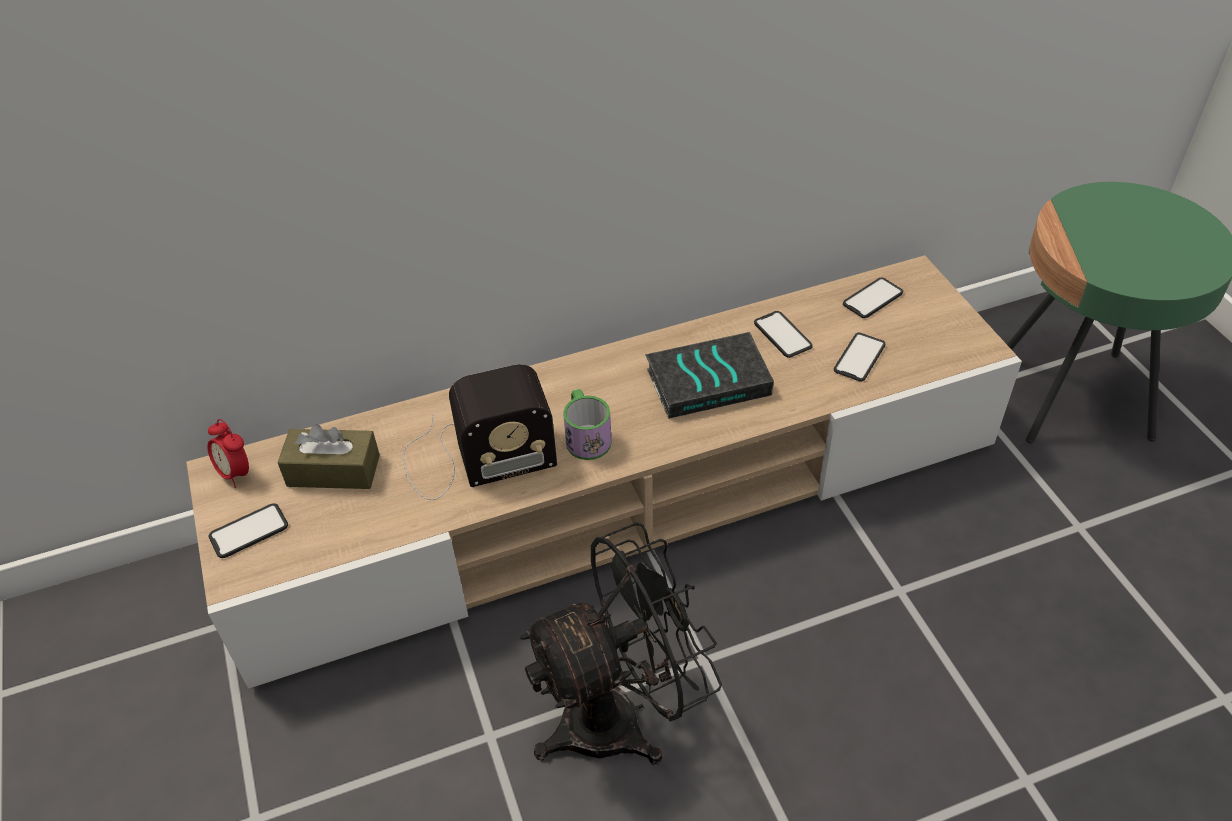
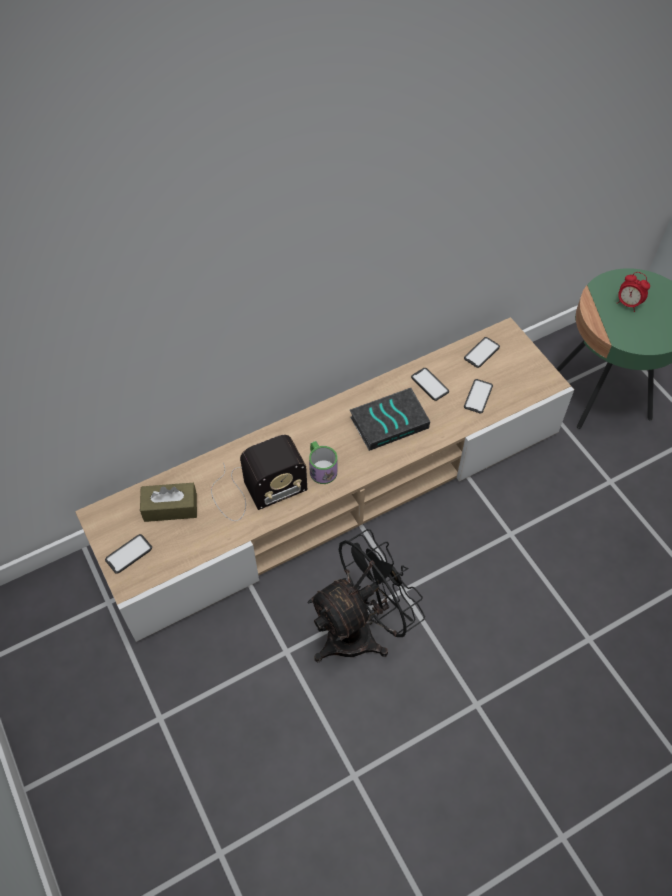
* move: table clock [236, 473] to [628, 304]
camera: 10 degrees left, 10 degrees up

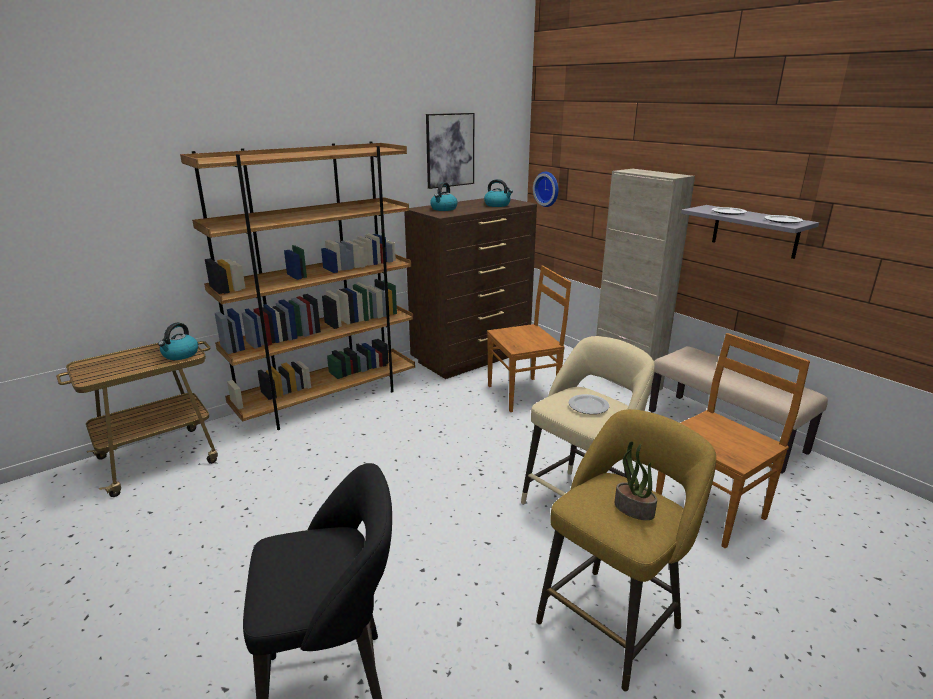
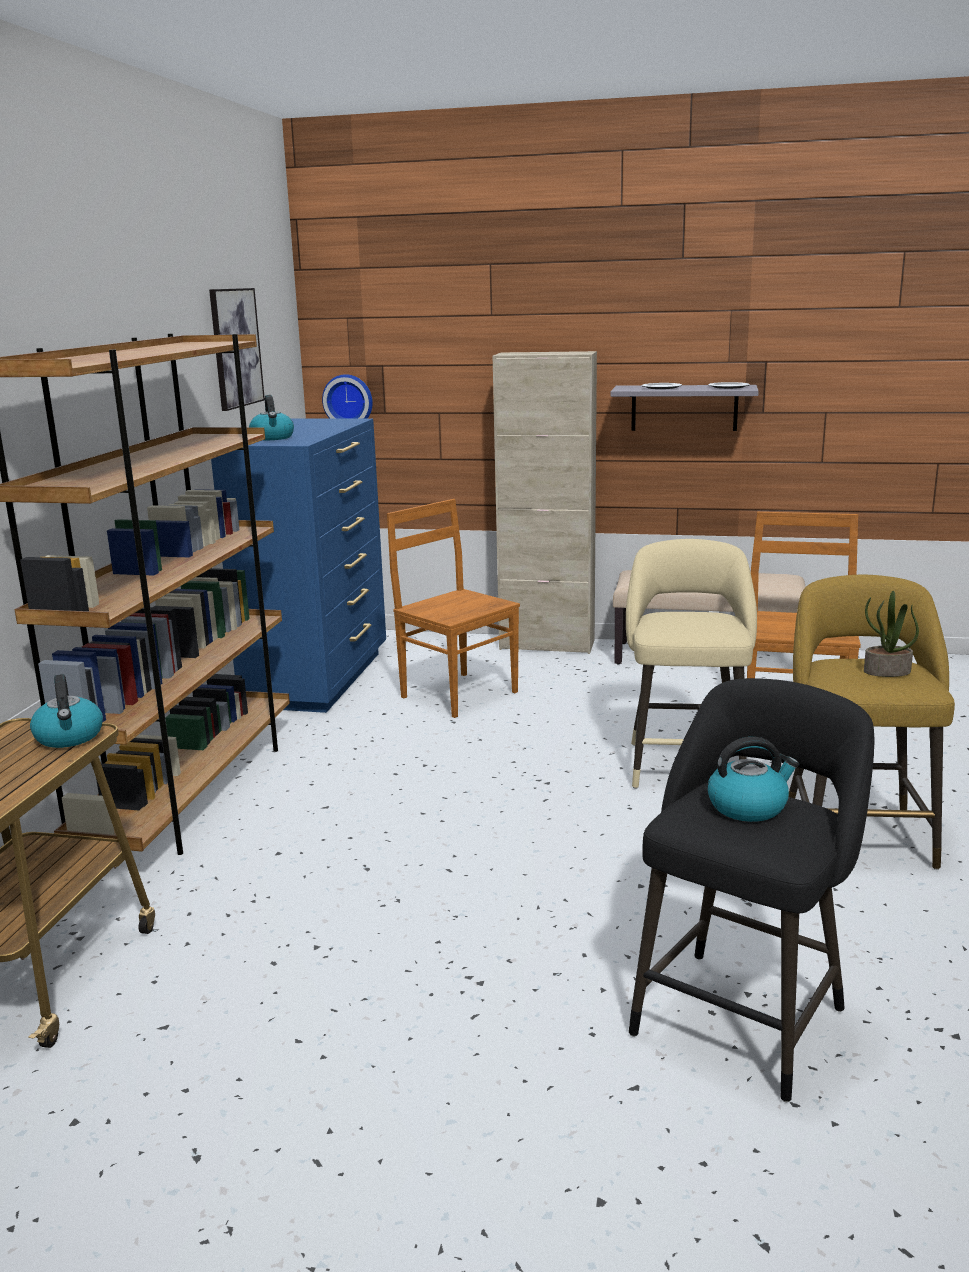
* move: kettle [497, 205] to [748, 806]
* recolor: chest of drawers in brown [472, 357] to chest of drawers in blue-coloured [320, 679]
* rotate: upright chair in brown [524, 394] = [457, 694] 75 degrees counterclockwise
* delete: flat dish [589, 406]
camera: 40 degrees left, 5 degrees down

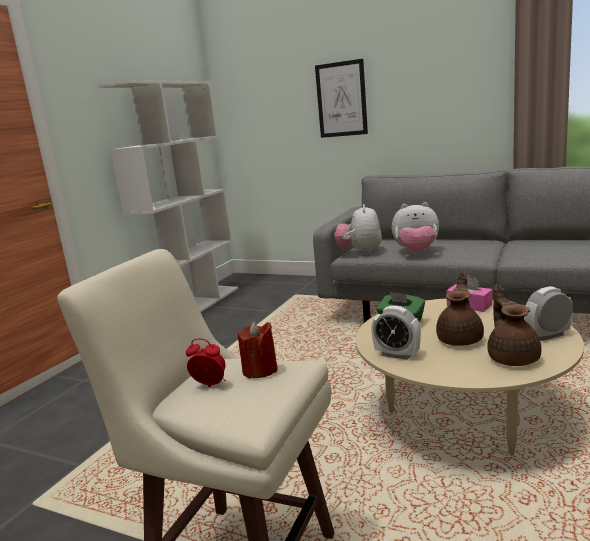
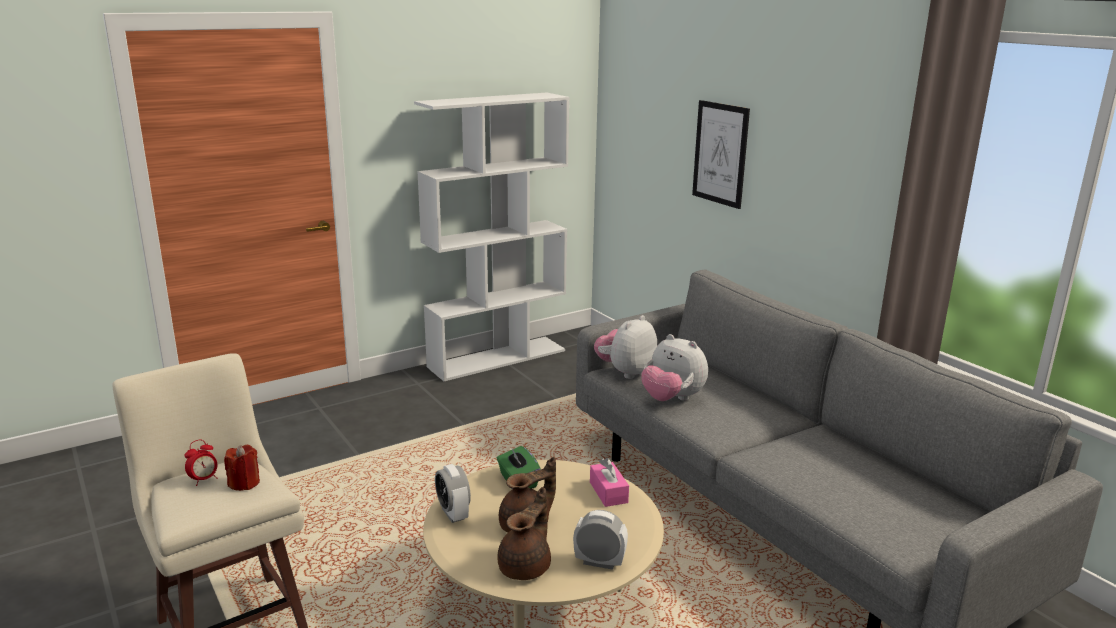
* rotate: table clock [210, 385] = [204, 480] 90 degrees clockwise
camera: 30 degrees right, 5 degrees up

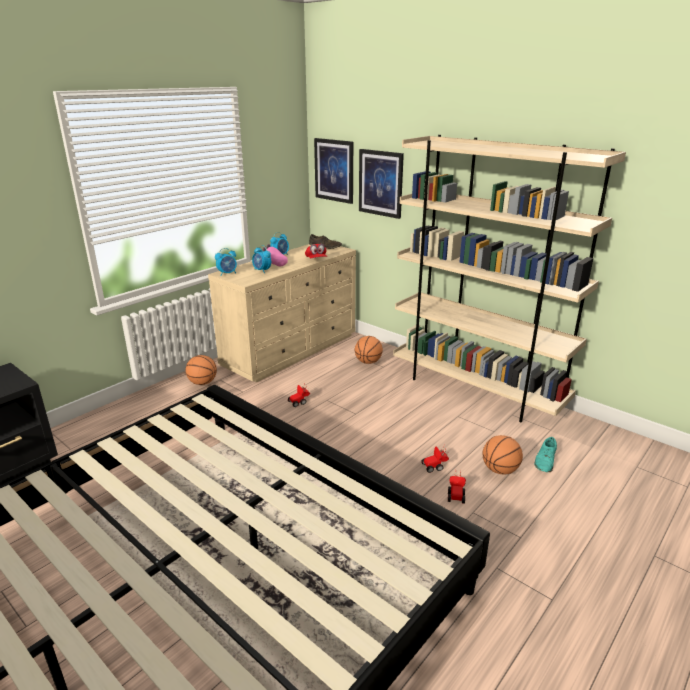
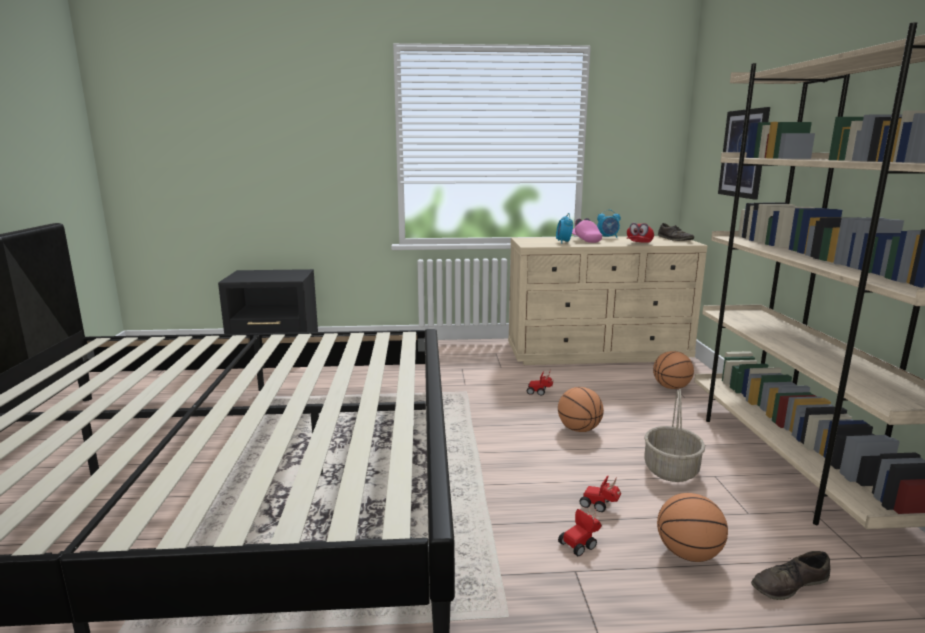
* delete: wall picture [334, 170]
* delete: table clock [227, 273]
* move: basketball ball [202, 383] to [579, 429]
* recolor: item of footwear in turquoise [545, 460] to item of footwear in brown [789, 584]
* insert: household basket [671, 470]
camera: 45 degrees right, 10 degrees down

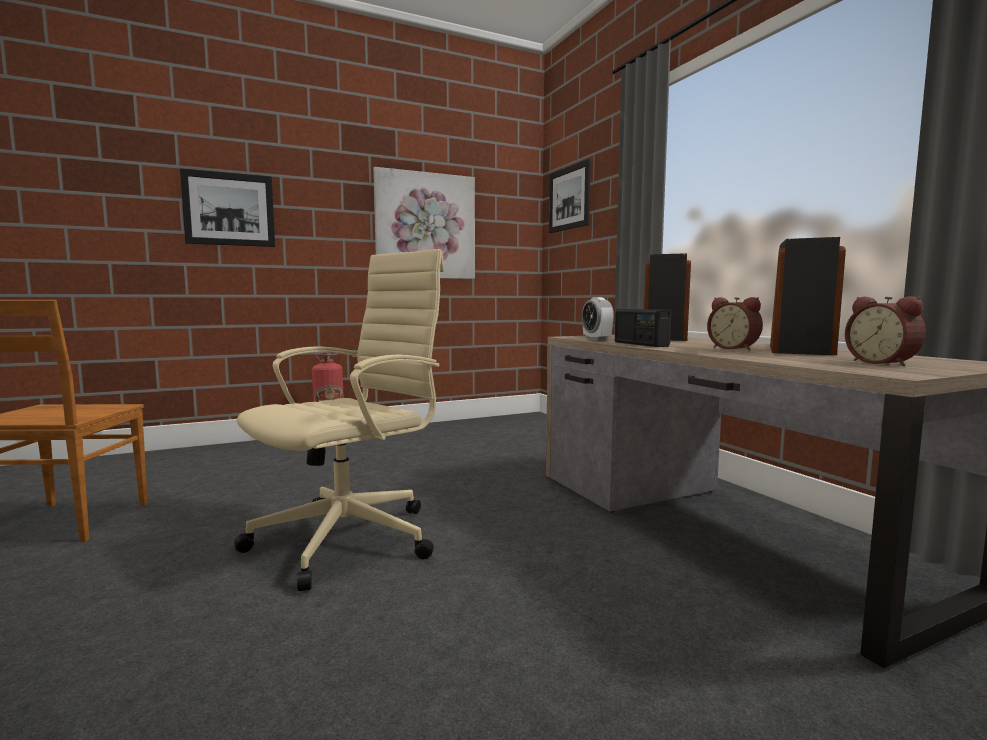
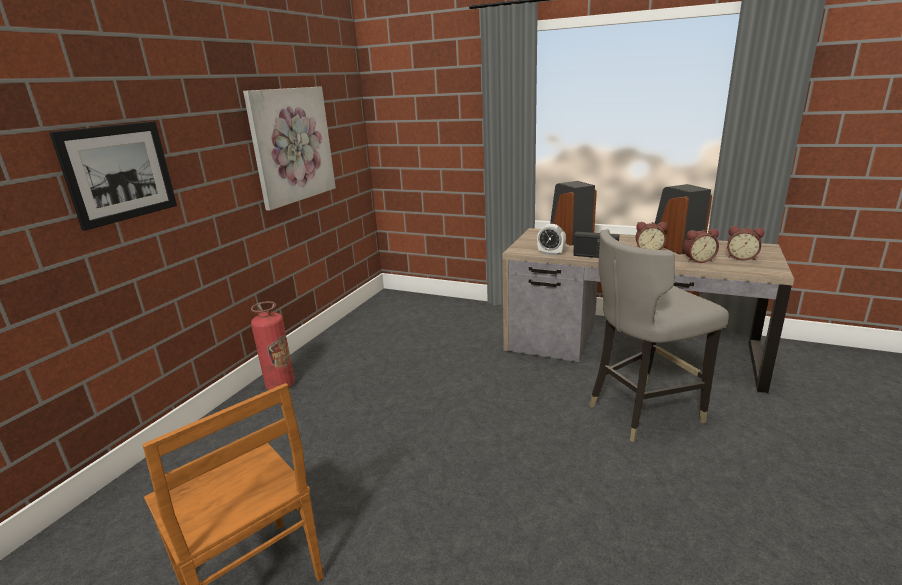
* delete: wall picture [569, 198]
* delete: computer chair in beige [351, 538]
* insert: stool in gray [641, 411]
* insert: table clock [698, 260]
camera: 40 degrees left, 15 degrees up

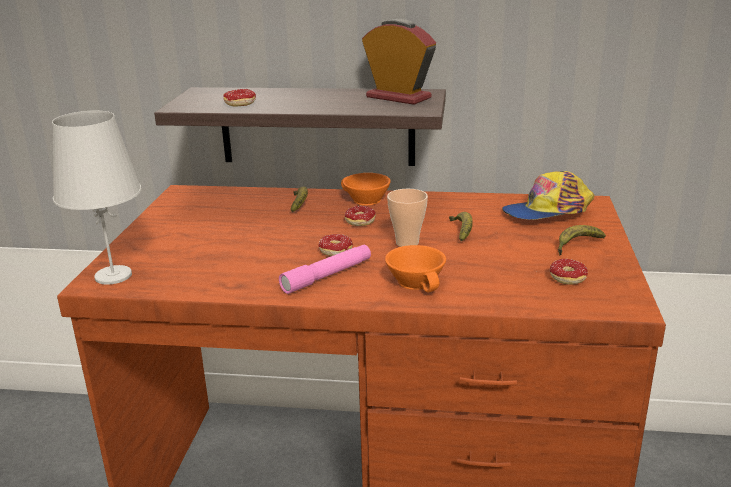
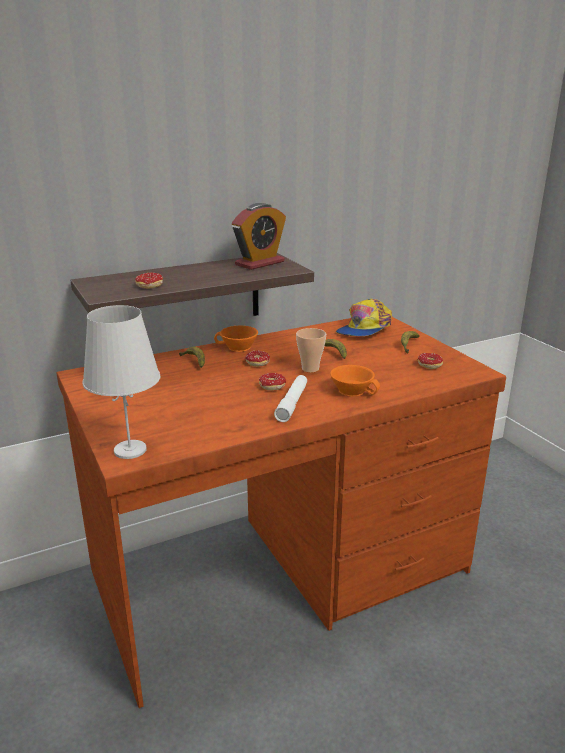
* rotate: table clock [398, 97] = [260, 263] 135 degrees clockwise
* recolor: flashlight in pink-coloured [327, 276] to flashlight in white [292, 403]
camera: 35 degrees left, 0 degrees up

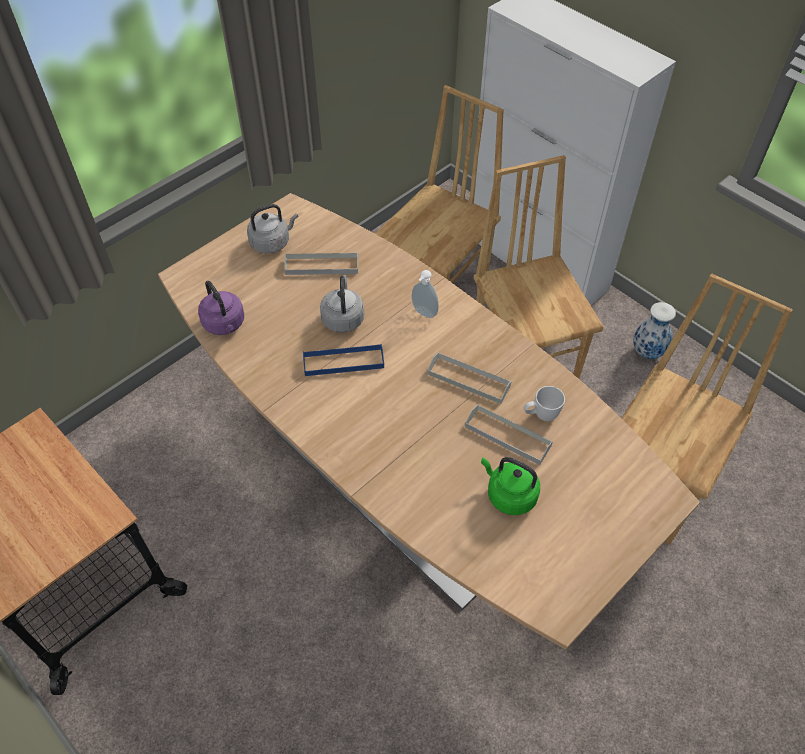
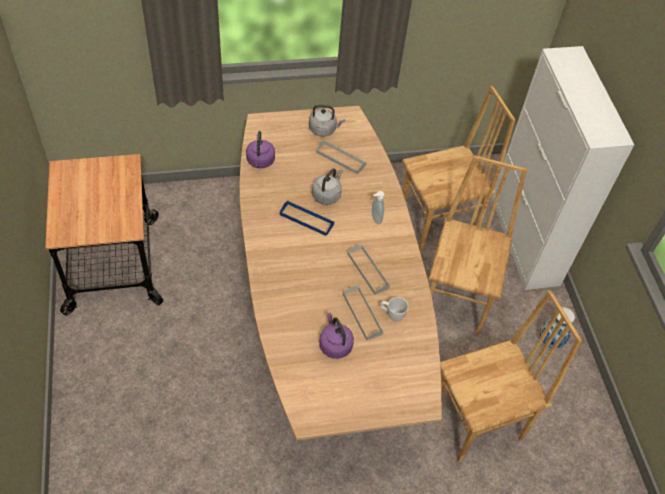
* recolor: kettle in green [509, 495] to kettle in purple [334, 344]
camera: 30 degrees right, 0 degrees up

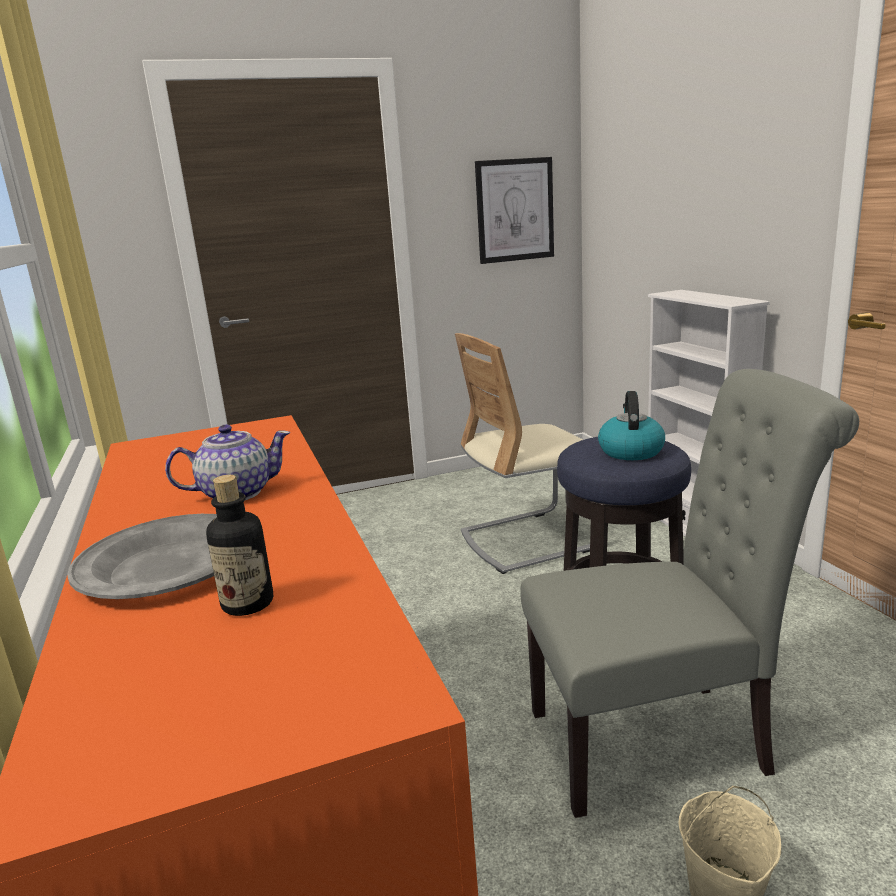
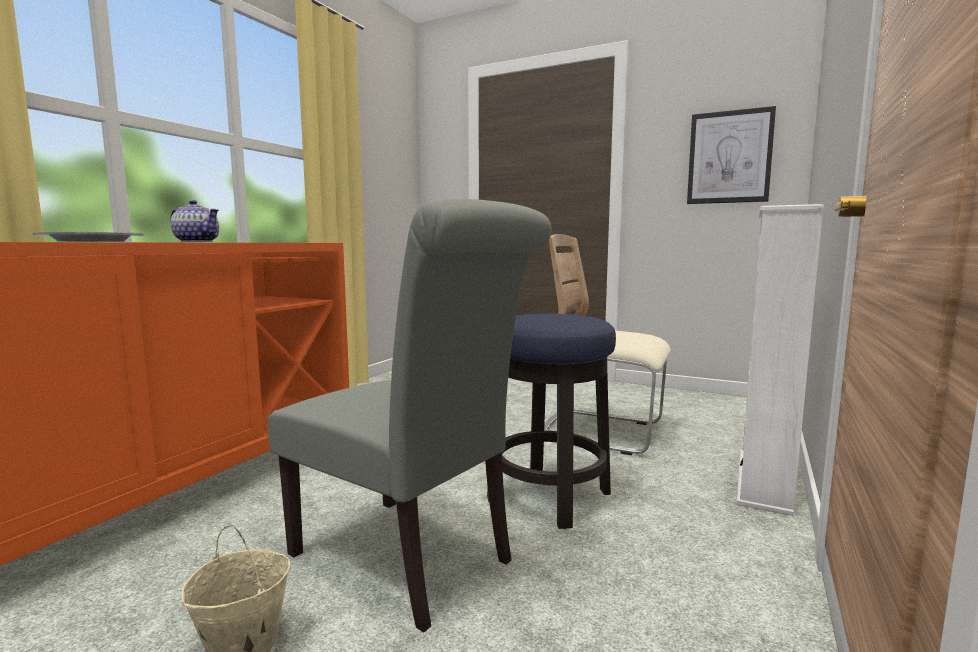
* delete: kettle [630, 451]
* delete: beverage bottle [247, 603]
camera: 45 degrees right, 10 degrees down

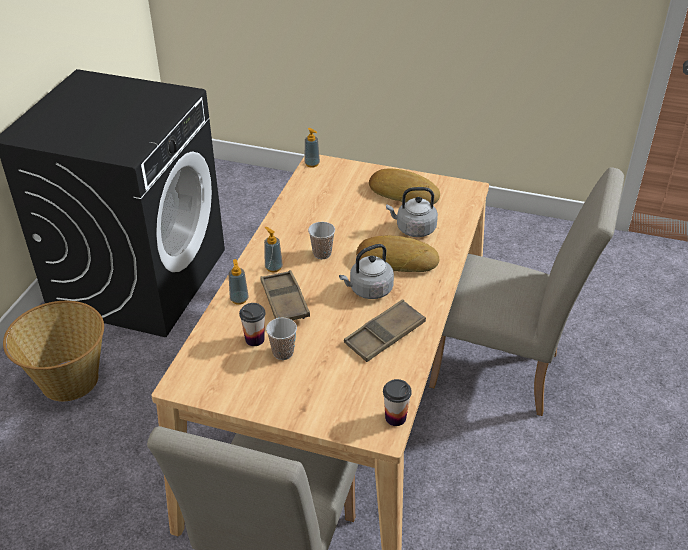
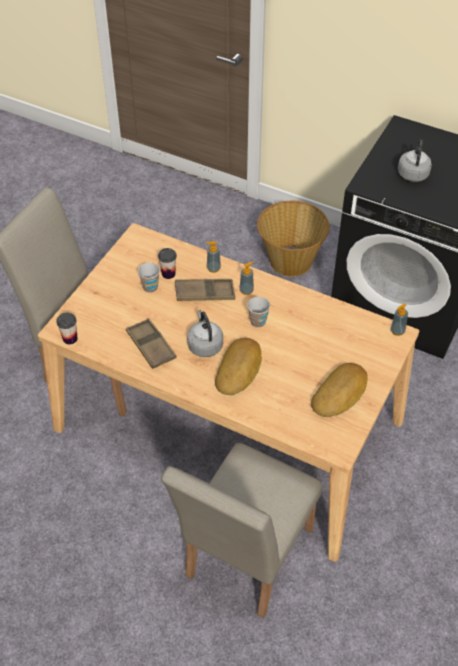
* move: kettle in gray [413, 229] to [413, 173]
camera: 100 degrees right, 10 degrees up

